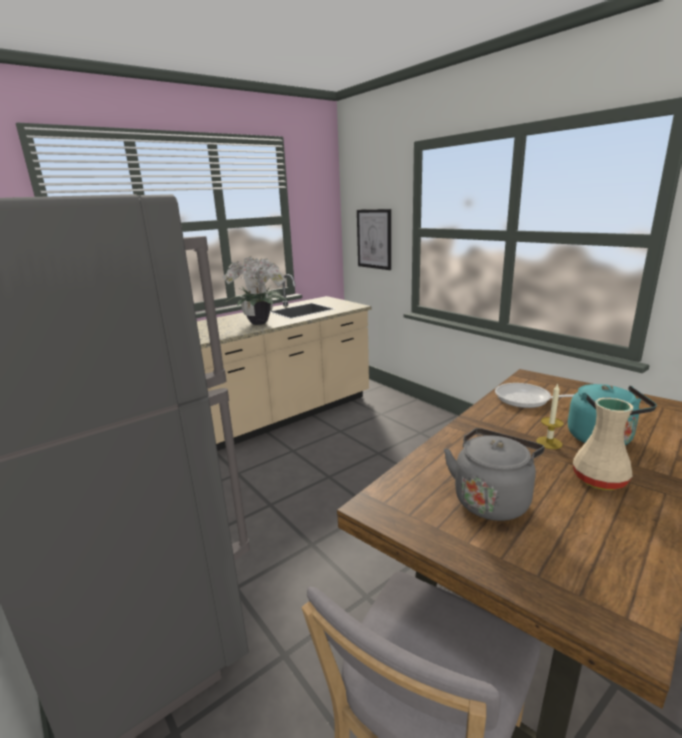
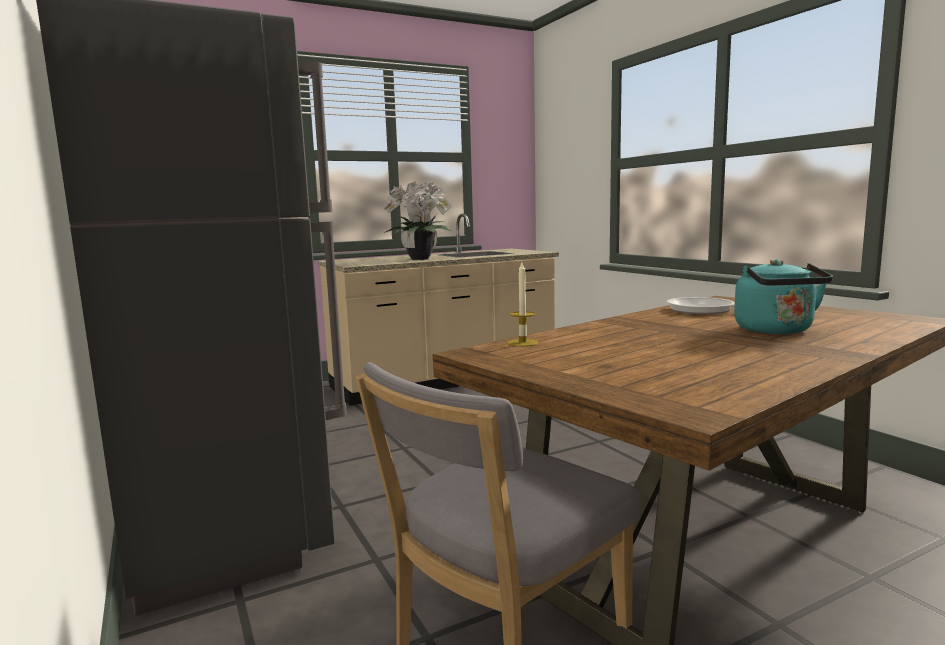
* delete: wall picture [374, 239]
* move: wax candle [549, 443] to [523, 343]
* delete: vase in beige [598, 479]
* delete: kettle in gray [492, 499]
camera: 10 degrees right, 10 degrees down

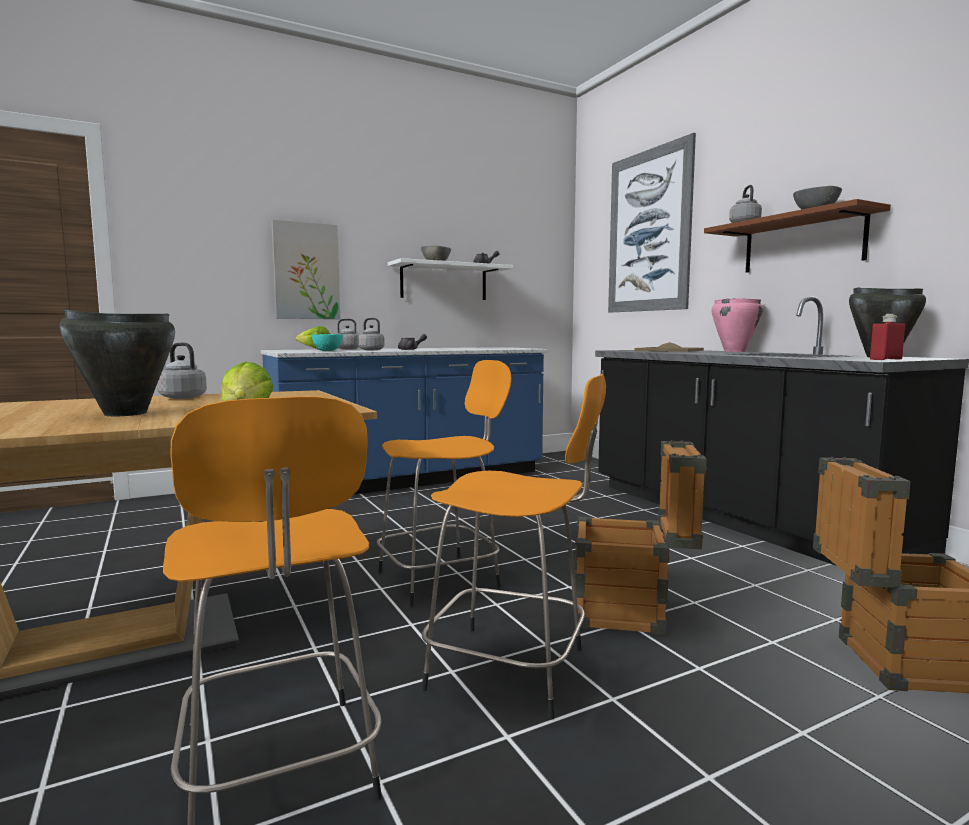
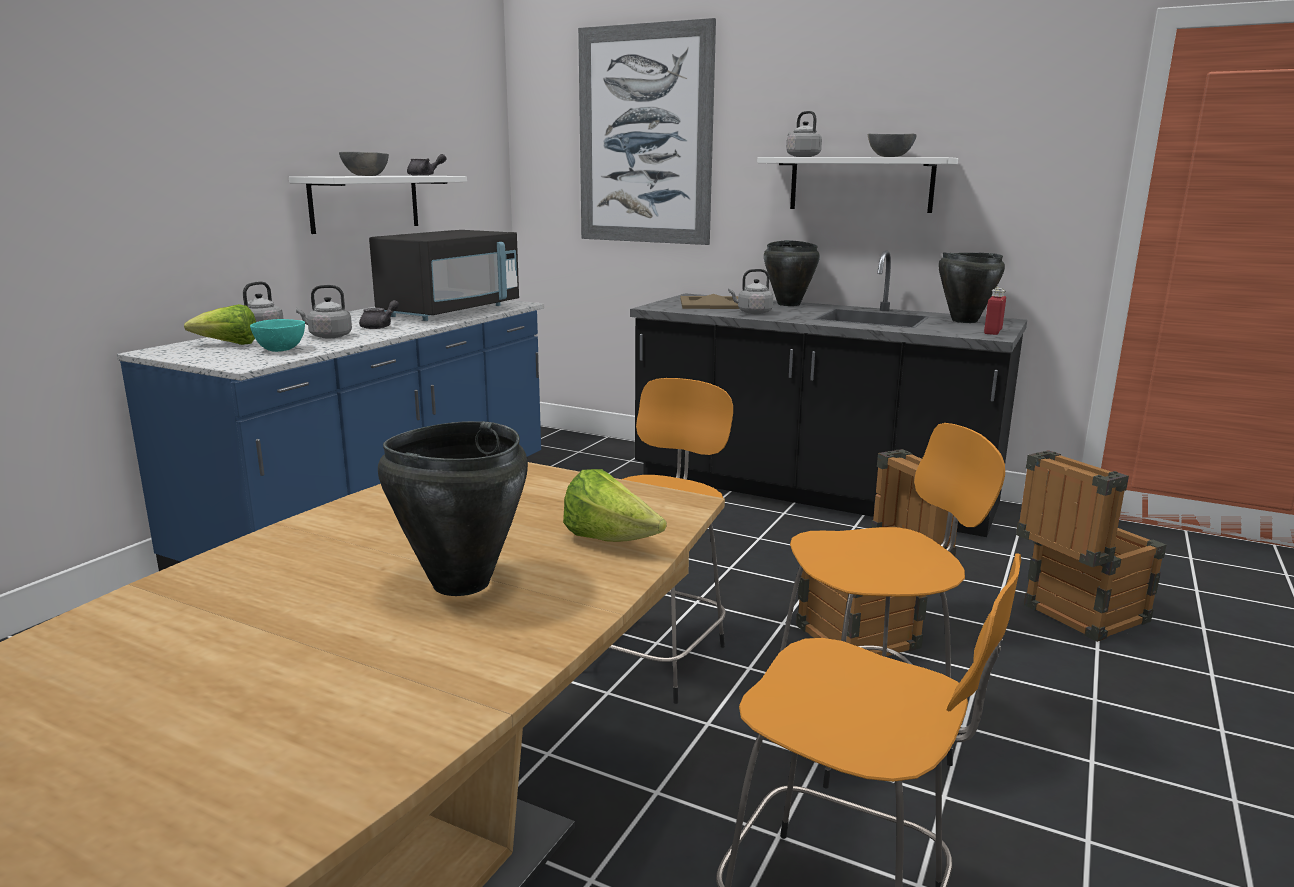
* recolor: wall shelf in brown [802, 243] to wall shelf in white [860, 184]
* delete: wall picture [306, 271]
* recolor: saucepot in pink-coloured [735, 351] to saucepot in black-coloured [789, 304]
* move: kettle in gray [181, 397] to [752, 312]
* insert: kitchen microwave in black-coloured [451, 311]
camera: 35 degrees left, 10 degrees up

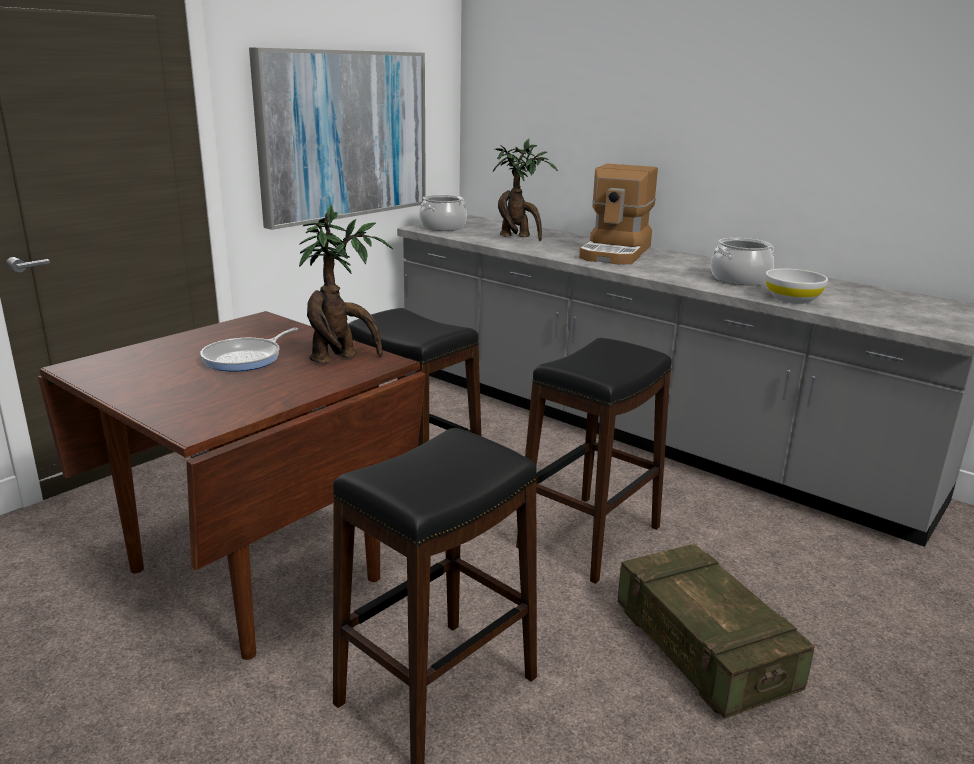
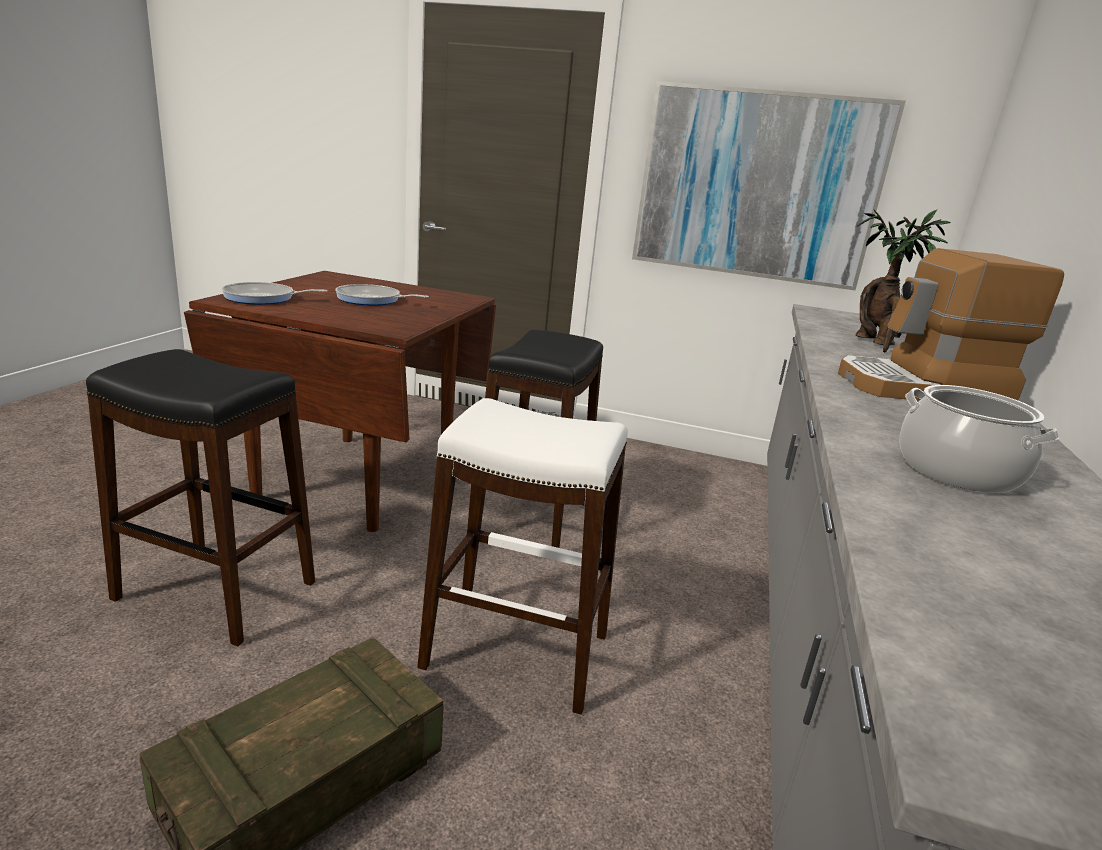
* delete: saucepot [442, 227]
* delete: potted plant [341, 358]
* delete: bowl in white [792, 299]
* recolor: stool in black-coloured [589, 537] to stool in white [515, 651]
* insert: pan [263, 298]
camera: 65 degrees right, 0 degrees up

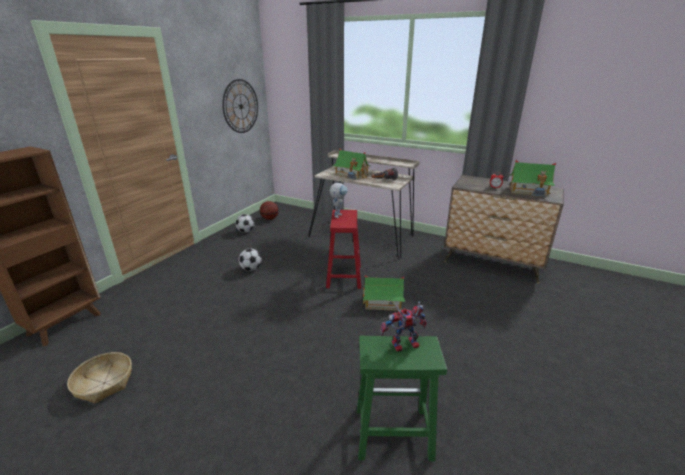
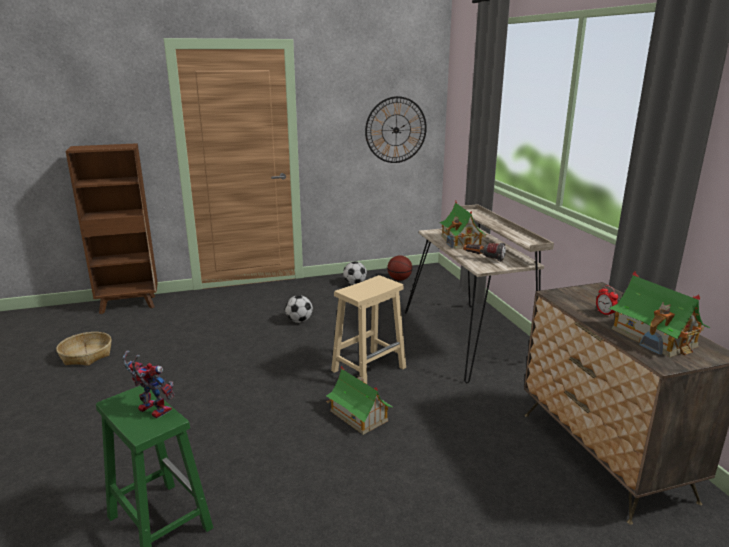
* delete: robot figure [338, 215]
* recolor: stool in red-coloured [344, 276] to stool in beige [369, 369]
camera: 45 degrees right, 5 degrees down

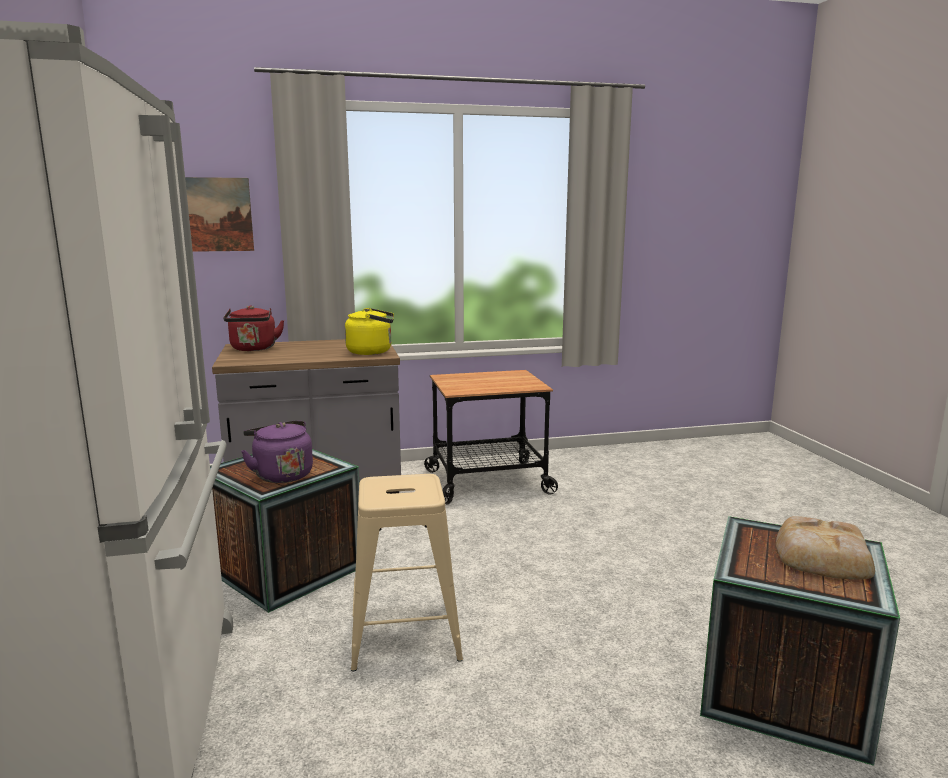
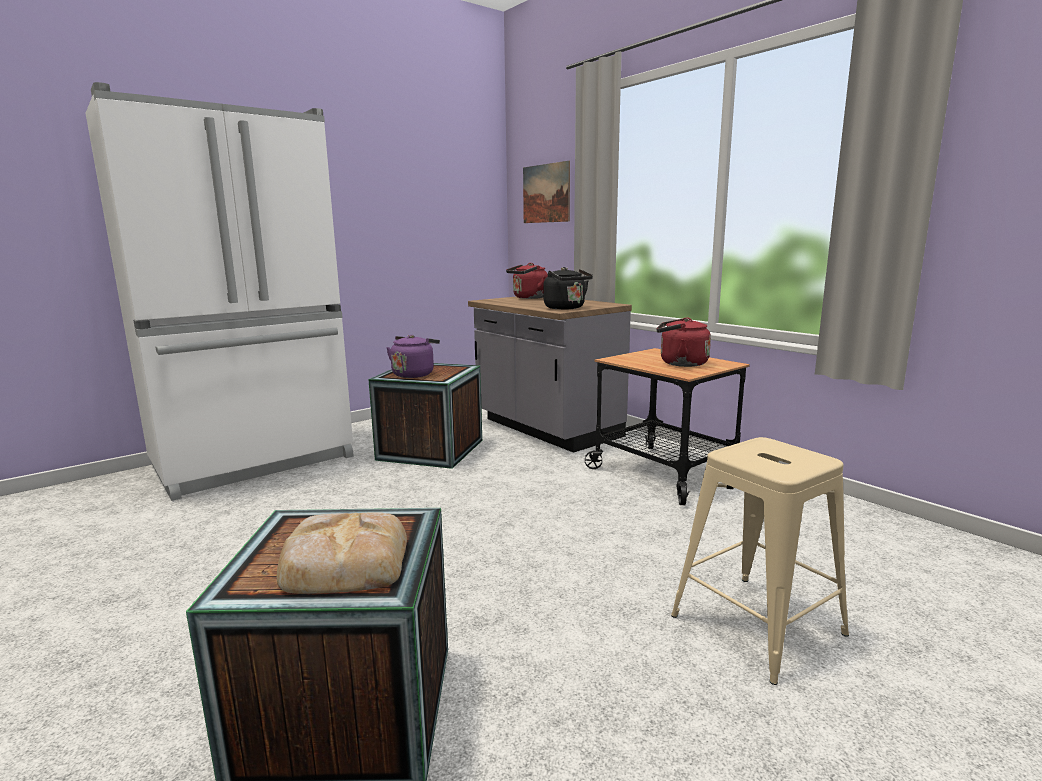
* recolor: kettle in yellow-coloured [372, 352] to kettle in black-coloured [566, 308]
* move: stool in beige [405, 633] to [758, 625]
* insert: kettle in red-coloured [680, 363]
camera: 65 degrees right, 0 degrees up

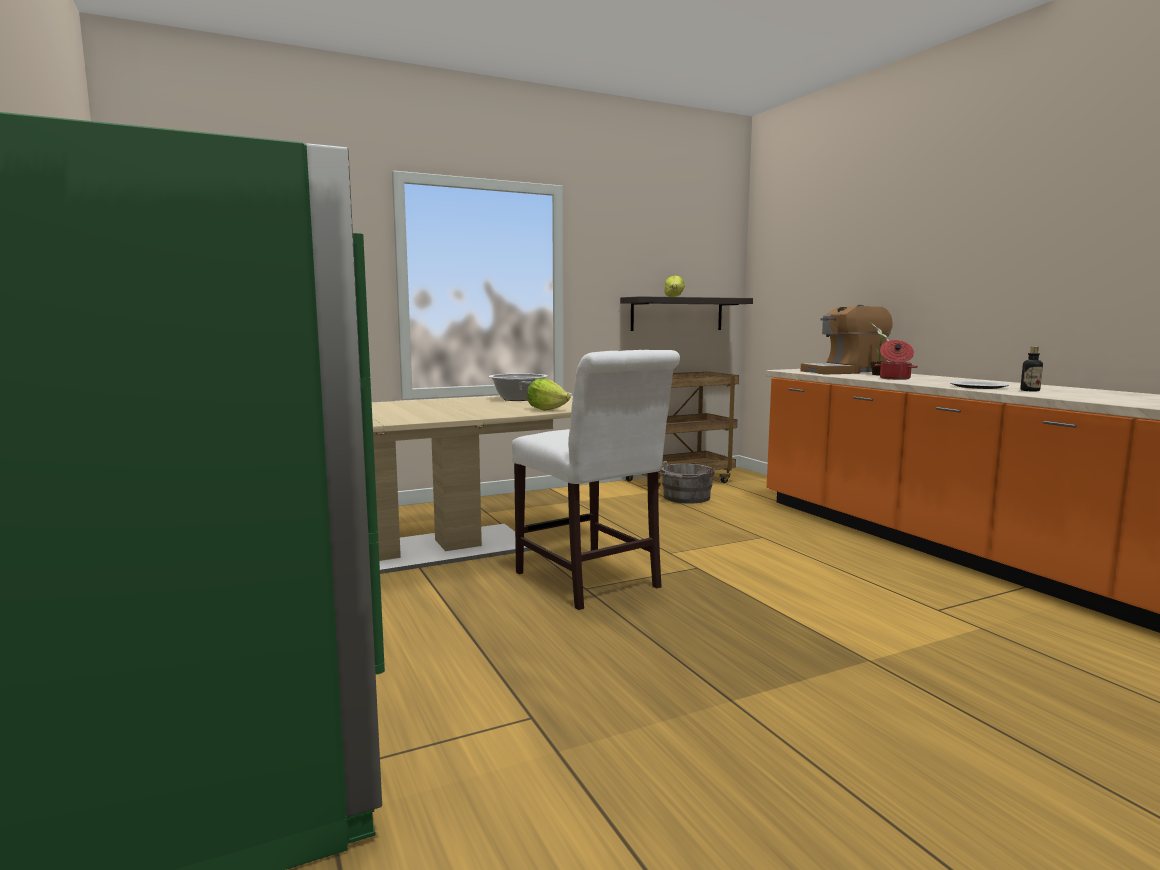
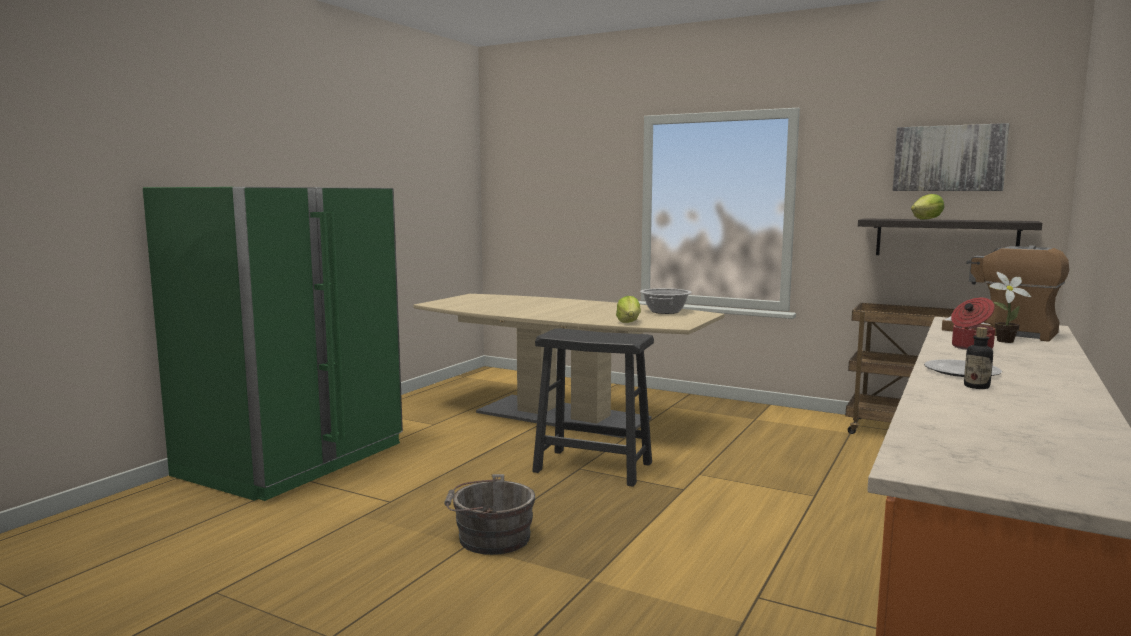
* replace: upright chair in white [591, 582] to stool in black-coloured [592, 467]
* move: pail in gray [685, 498] to [490, 538]
* insert: wall picture [949, 158]
camera: 55 degrees right, 0 degrees up

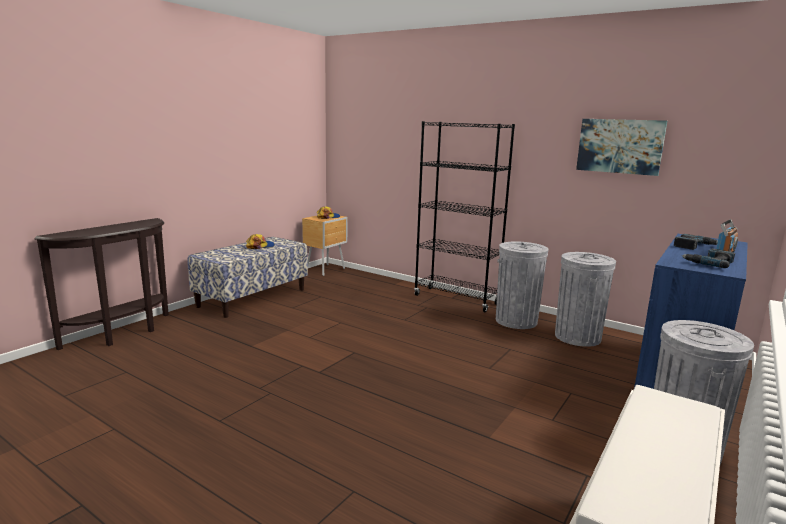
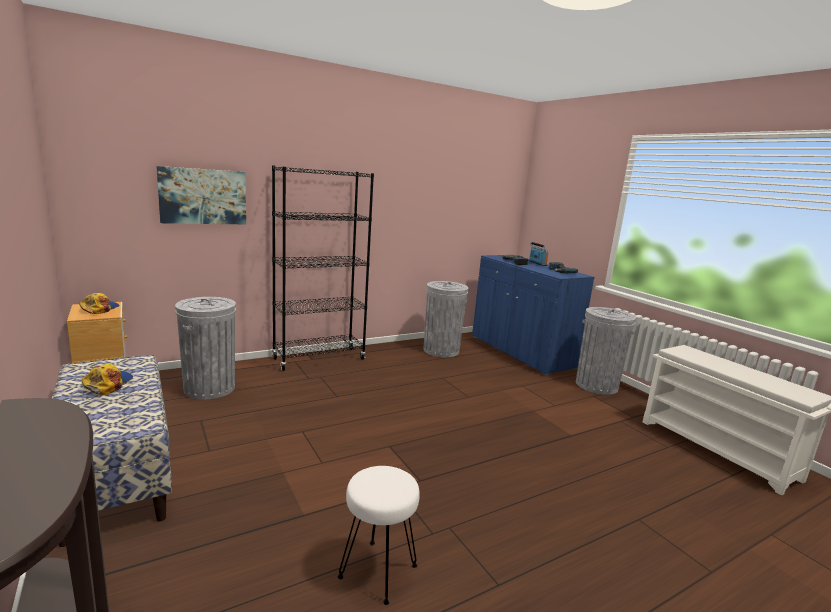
* move: wall picture [620, 146] to [203, 196]
* move: waste bin in gray [516, 321] to [209, 388]
* insert: stool in white [377, 570]
camera: 65 degrees left, 0 degrees up

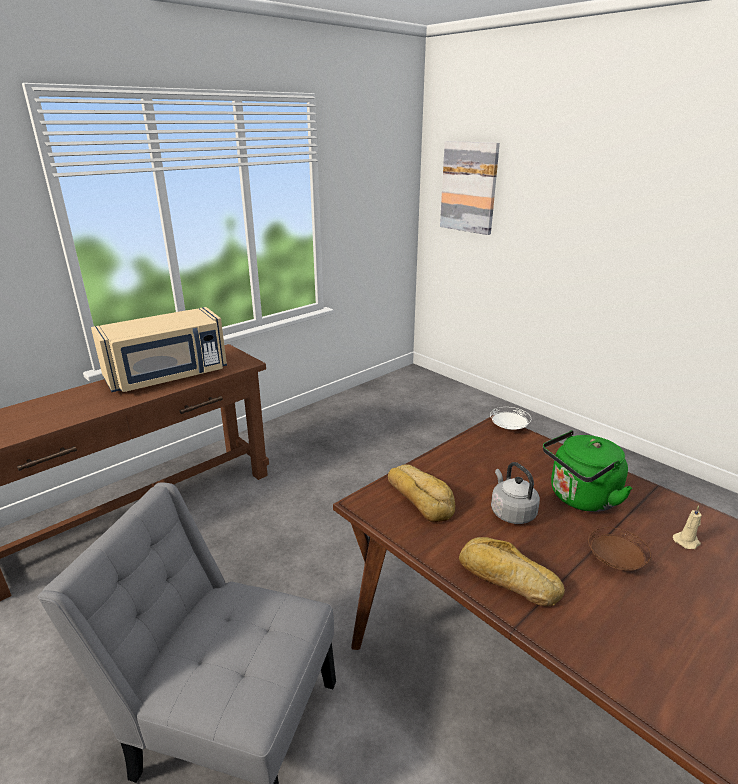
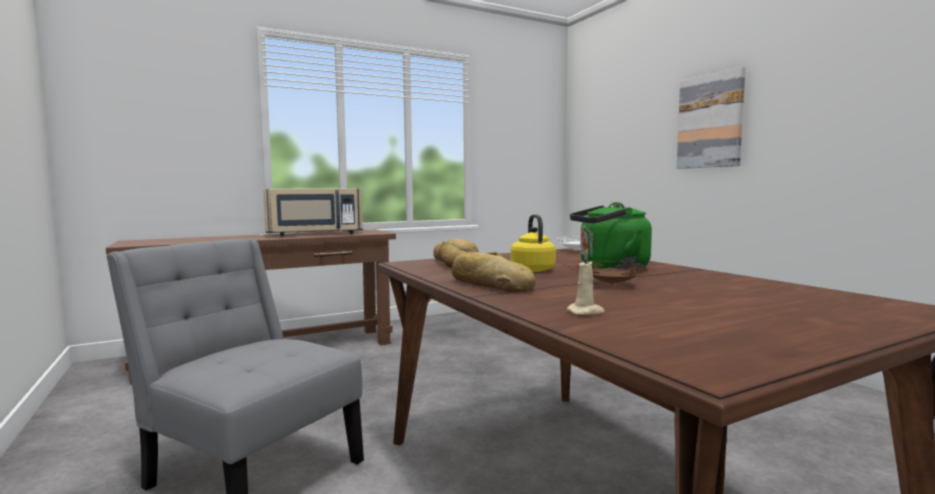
* move: wall picture [469, 187] to [710, 121]
* recolor: kettle in gray [511, 512] to kettle in yellow-coloured [532, 269]
* move: wax candle in beige [687, 541] to [586, 312]
camera: 15 degrees right, 20 degrees down

